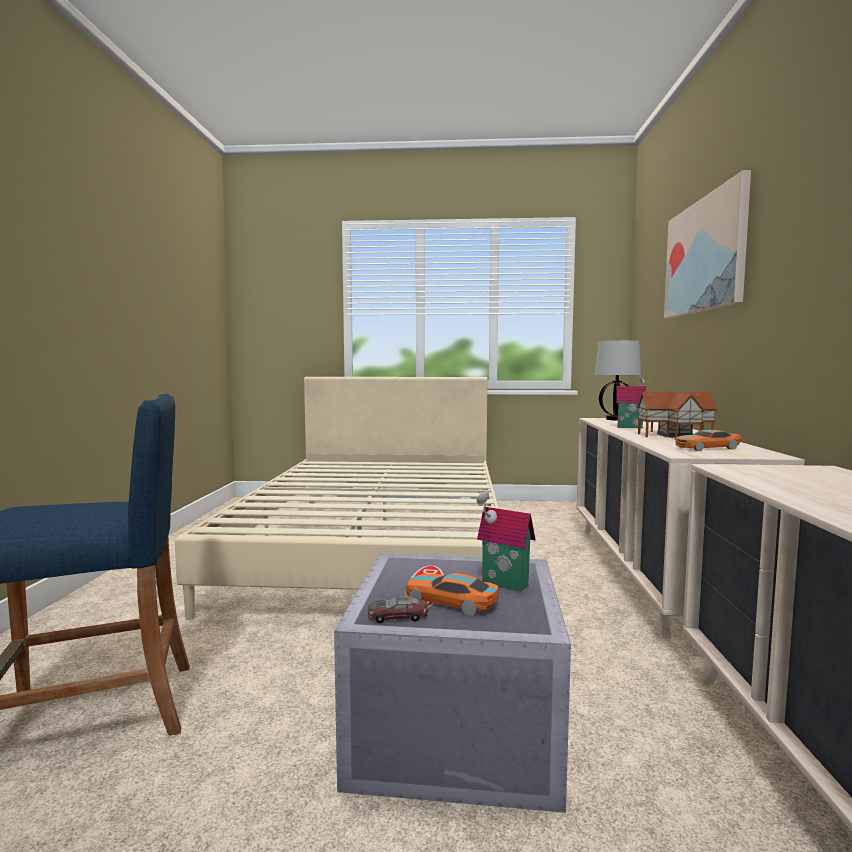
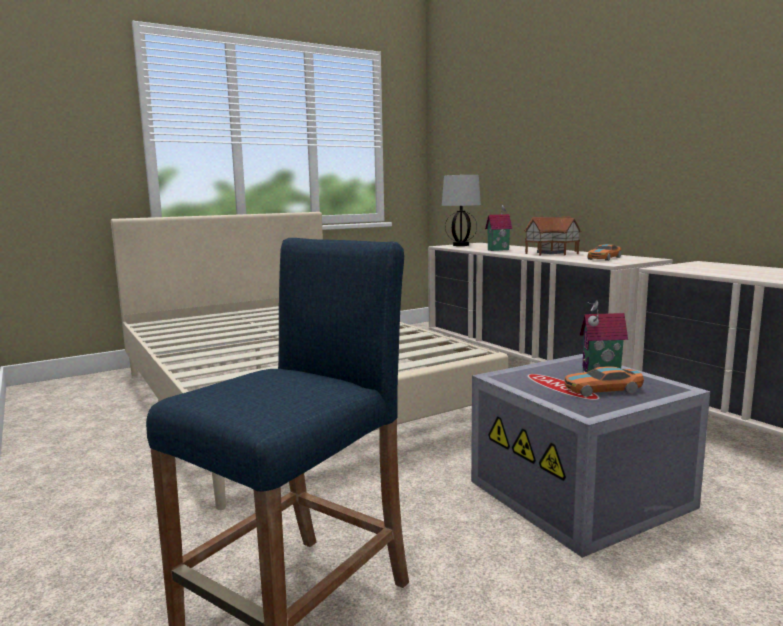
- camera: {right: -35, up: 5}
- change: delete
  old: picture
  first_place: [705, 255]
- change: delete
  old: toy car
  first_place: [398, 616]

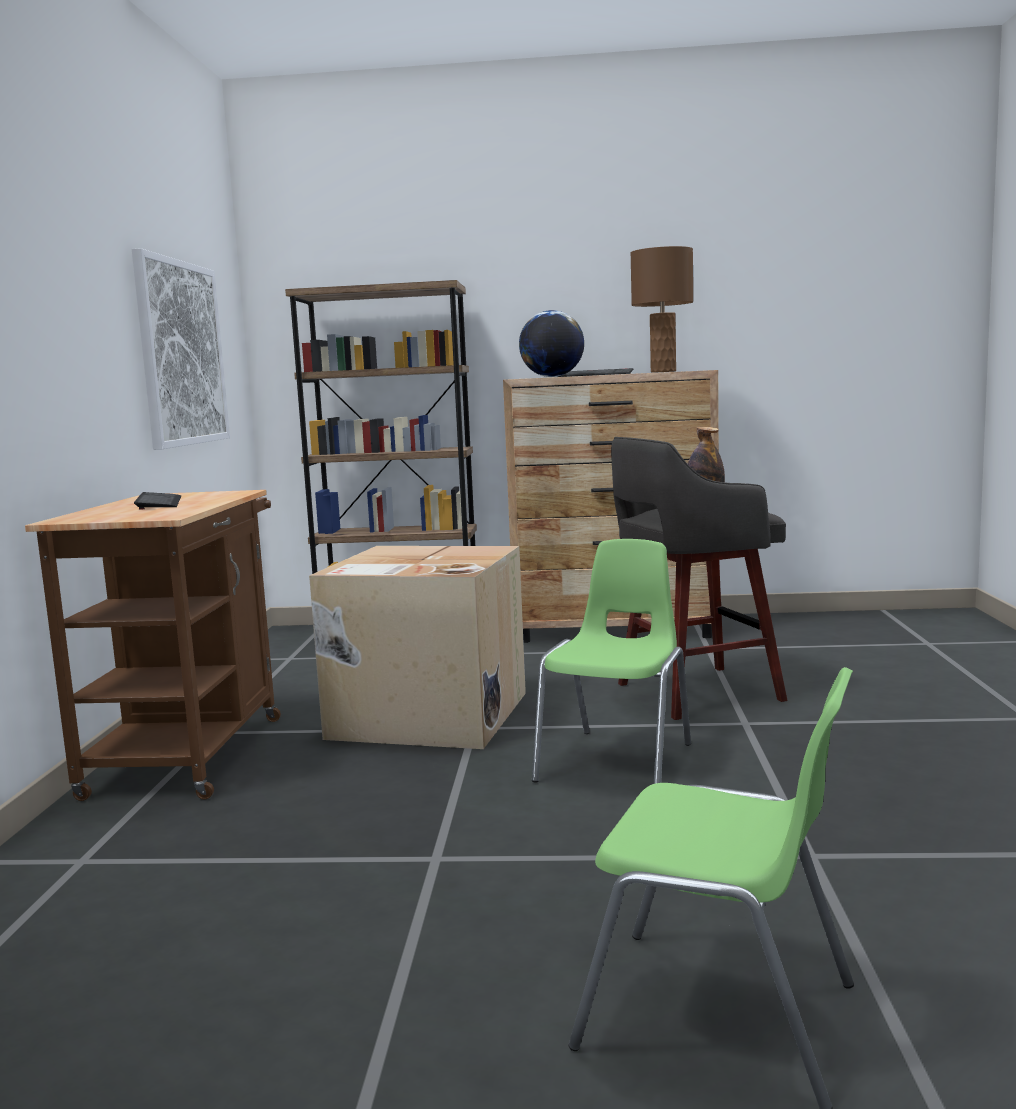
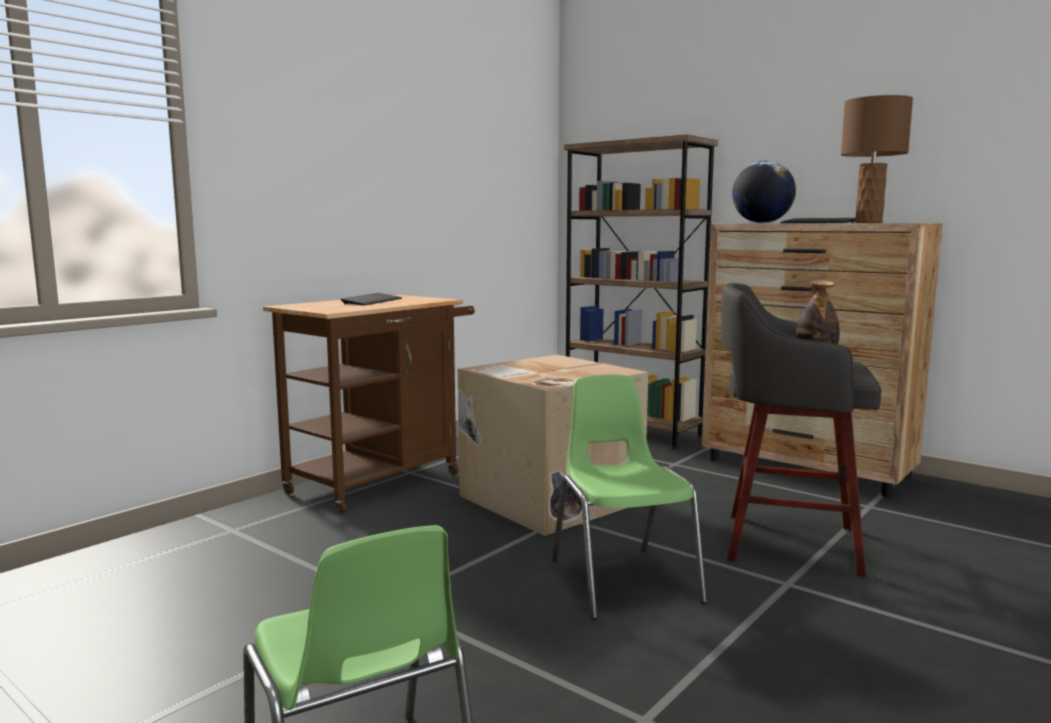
- camera: {right: 35, up: 0}
- change: delete
  old: picture
  first_place: [181, 353]
- change: rotate
  old: plain chair (green)
  first_place: [618, 762]
  second_place: [623, 579]
  degrees: -75

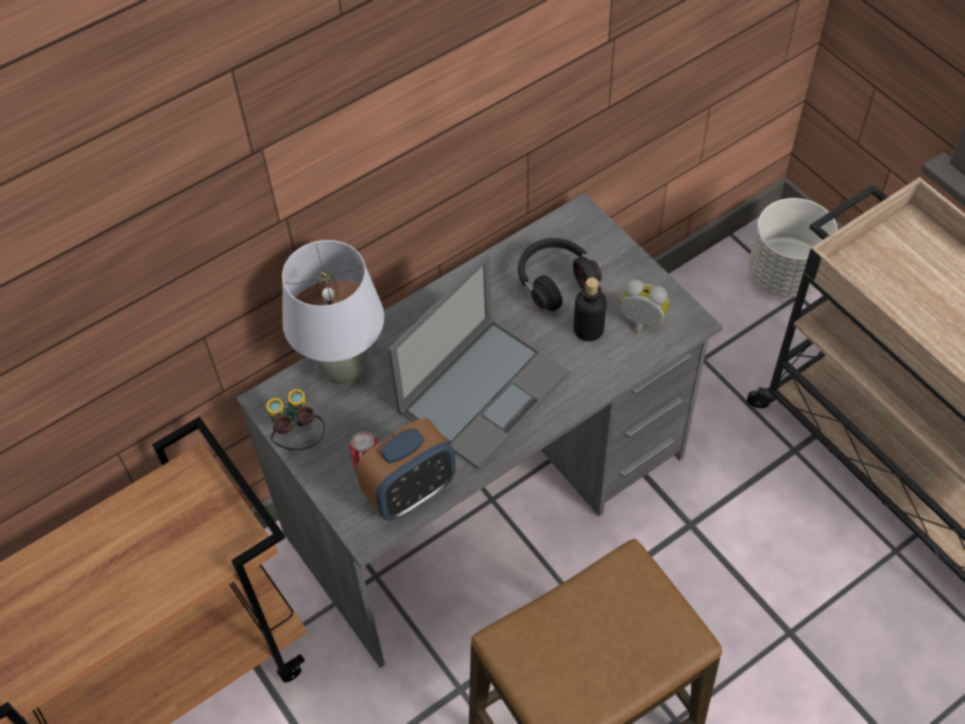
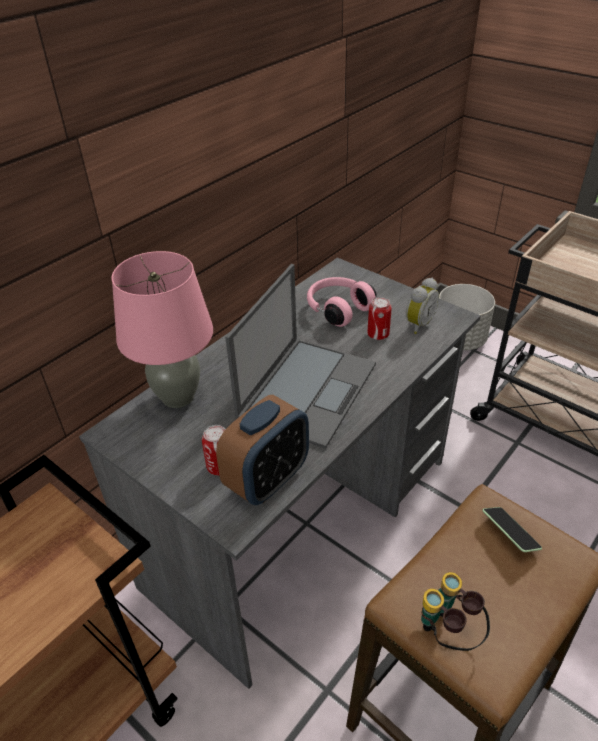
- camera: {right: -15, up: -15}
- change: recolor
  old: pair of headphones (blackish)
  new: pair of headphones (pink-coloured)
  first_place: [555, 281]
  second_place: [337, 309]
- change: recolor
  old: table lamp (greyish)
  new: table lamp (pink-coloured)
  first_place: [344, 371]
  second_place: [178, 397]
- change: replace
  old: beverage bottle
  new: can
  first_place: [588, 330]
  second_place: [378, 334]
- change: rotate
  old: table clock
  first_place: [641, 324]
  second_place: [417, 324]
  degrees: 120
- change: move
  old: pair of binoculars
  first_place: [298, 439]
  second_place: [448, 633]
- change: insert
  new: telephone
  second_place: [509, 534]

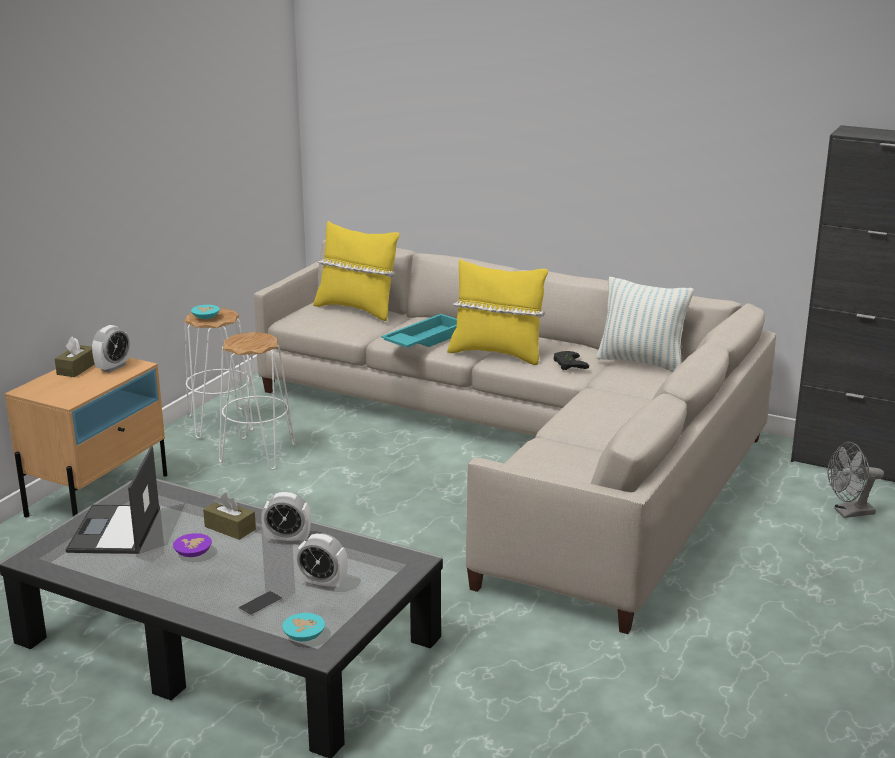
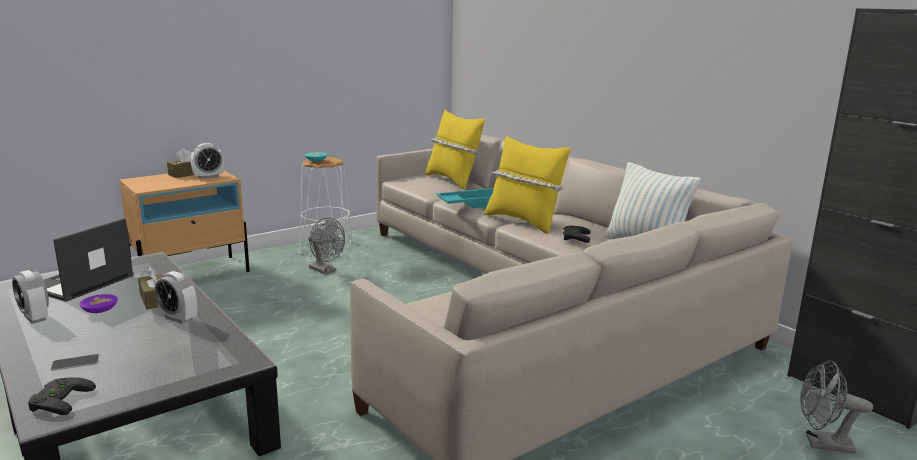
- camera: {right: 25, up: -5}
- change: replace
  old: stool seat (whitish)
  new: cooling fan (greyish)
  first_place: [258, 453]
  second_place: [326, 270]
- change: move
  old: table clock
  first_place: [322, 584]
  second_place: [35, 317]
- change: replace
  old: serving bowl (turquoise-coloured)
  new: game controller (blackish)
  first_place: [303, 635]
  second_place: [58, 400]

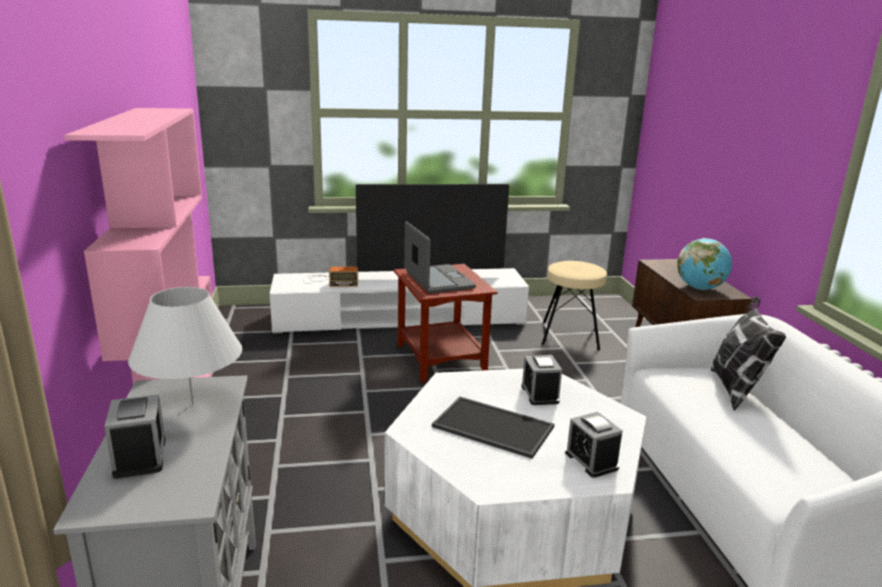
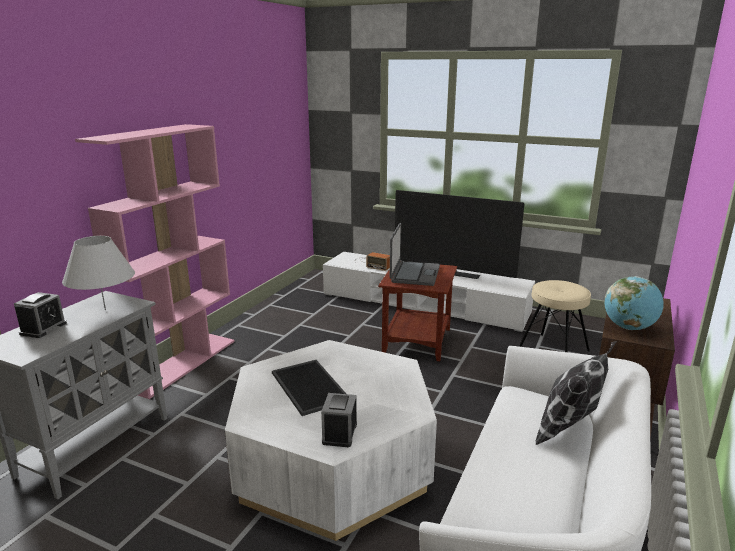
- camera: {right: 35, up: 0}
- change: delete
  old: table clock
  first_place: [540, 394]

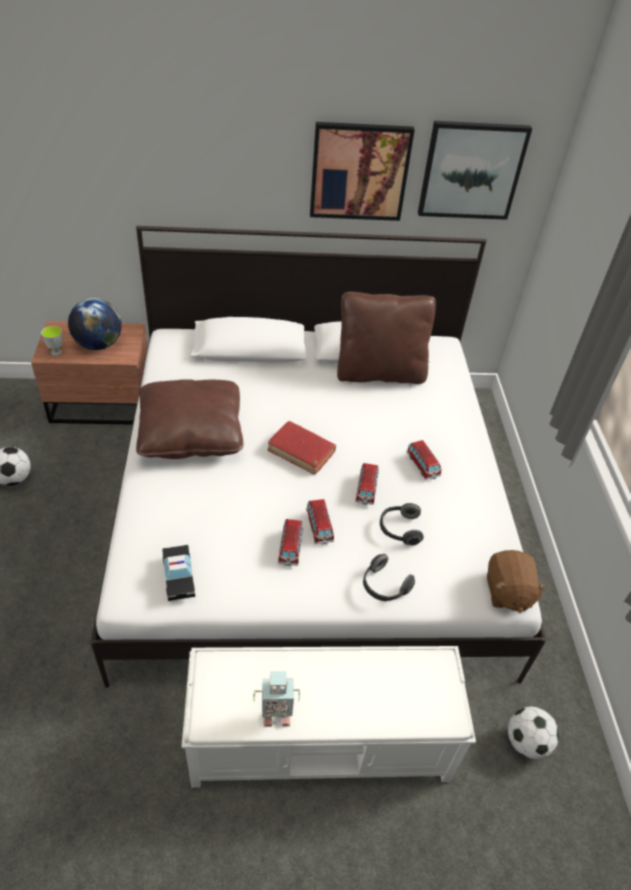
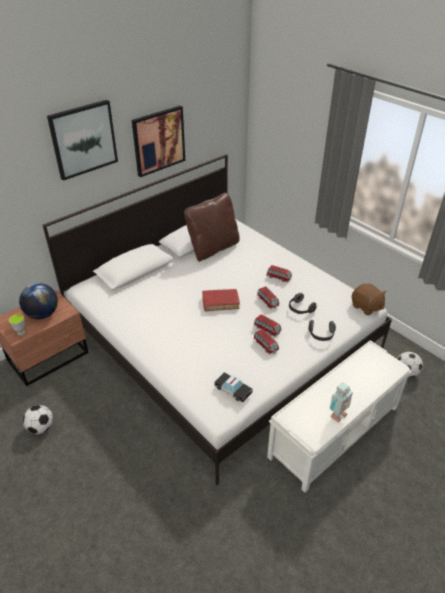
- camera: {right: -35, up: -5}
- change: move
  old: picture
  first_place: [471, 170]
  second_place: [83, 139]
- change: delete
  old: throw pillow (brown-coloured)
  first_place: [191, 433]

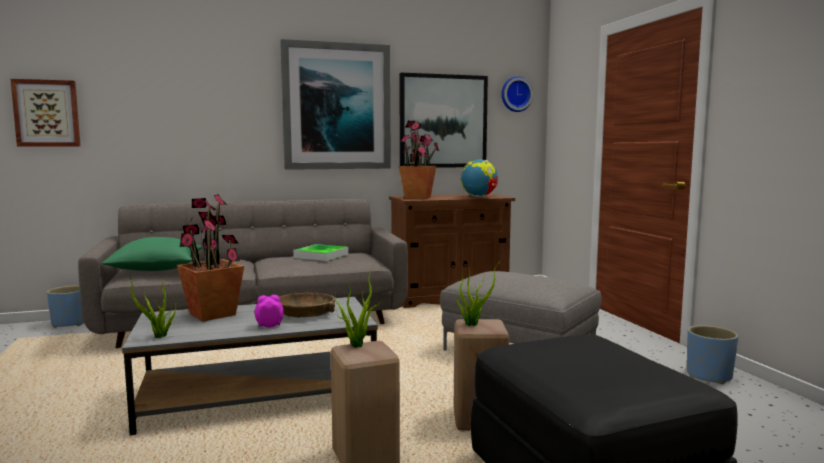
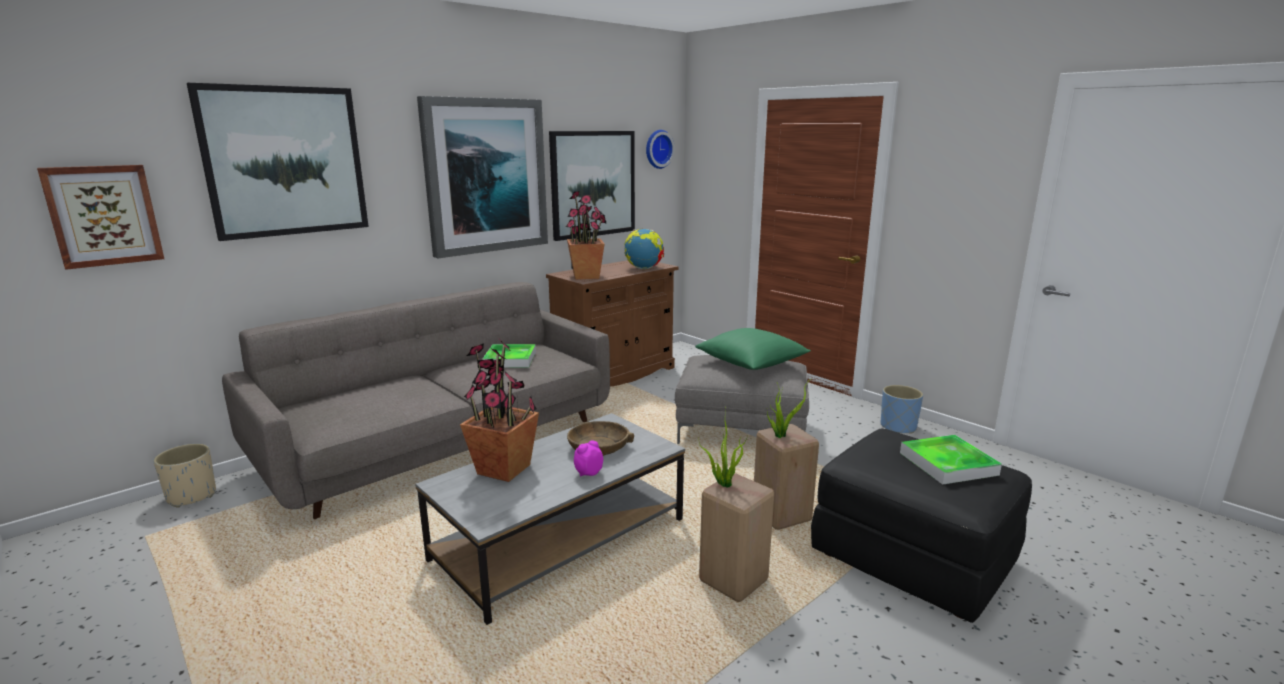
- camera: {right: -25, up: 10}
- change: move
  old: throw pillow (green)
  first_place: [156, 269]
  second_place: [751, 363]
- change: delete
  old: potted plant
  first_place: [159, 337]
- change: recolor
  old: flower pot (bluish)
  new: flower pot (beige)
  first_place: [70, 323]
  second_place: [192, 496]
- change: insert
  new: picture
  second_place: [285, 161]
- change: insert
  new: carrying tray
  second_place: [948, 464]

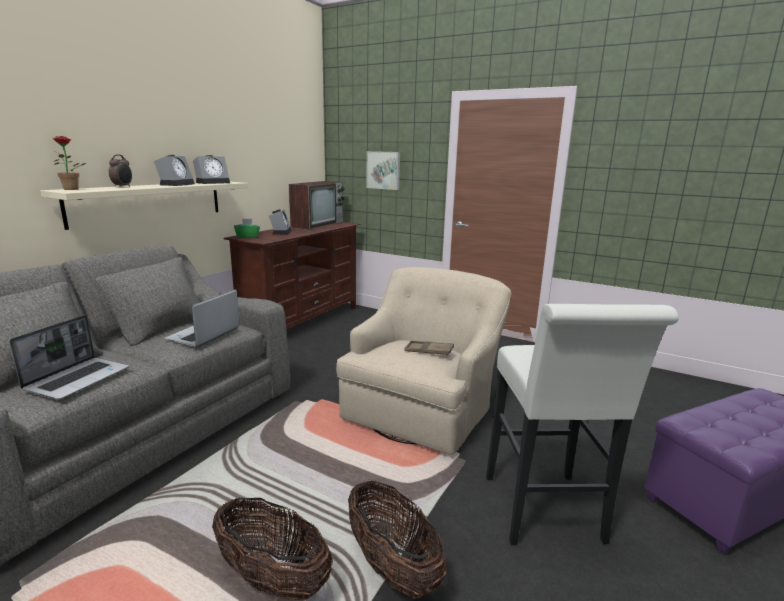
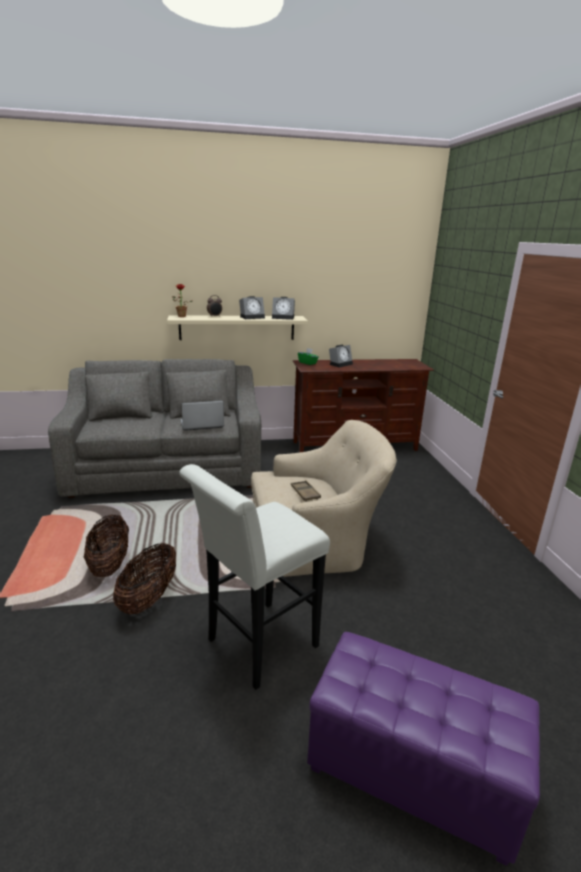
- camera: {right: 50, up: 5}
- change: delete
  old: picture
  first_place: [384, 170]
- change: delete
  old: television
  first_place: [318, 224]
- change: delete
  old: notebook computer
  first_place: [78, 379]

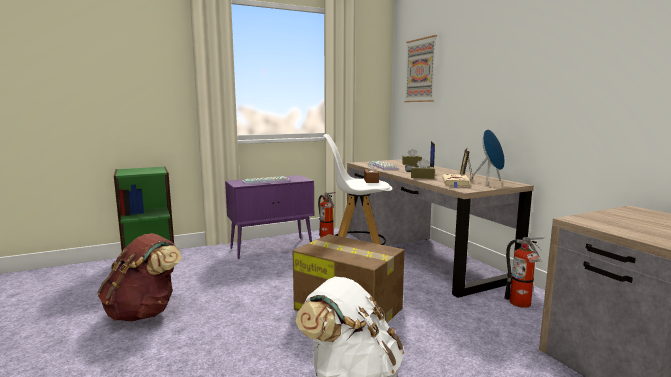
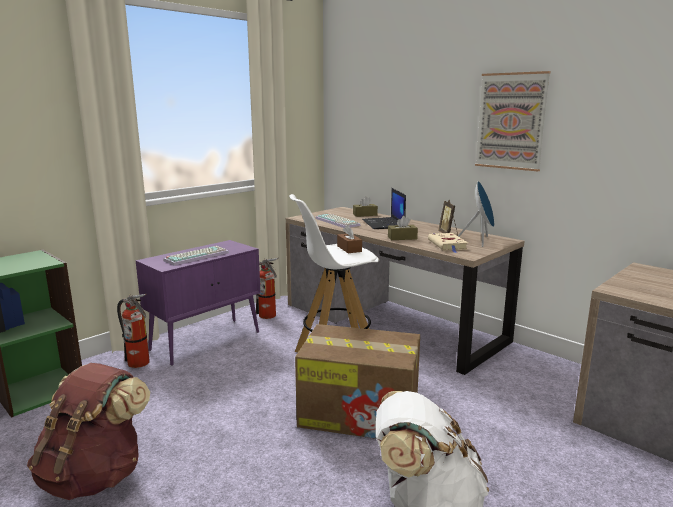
- camera: {right: -20, up: 5}
- change: move
  old: picture
  first_place: [420, 70]
  second_place: [511, 121]
- change: move
  old: fire-fighting cylinder
  first_place: [522, 304]
  second_place: [139, 364]

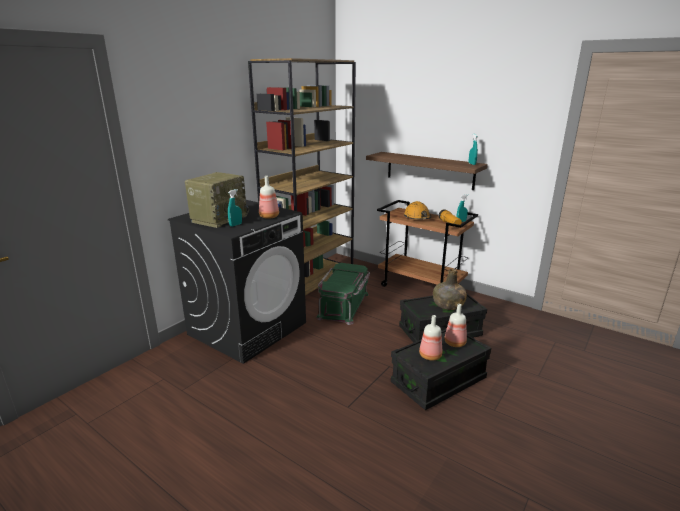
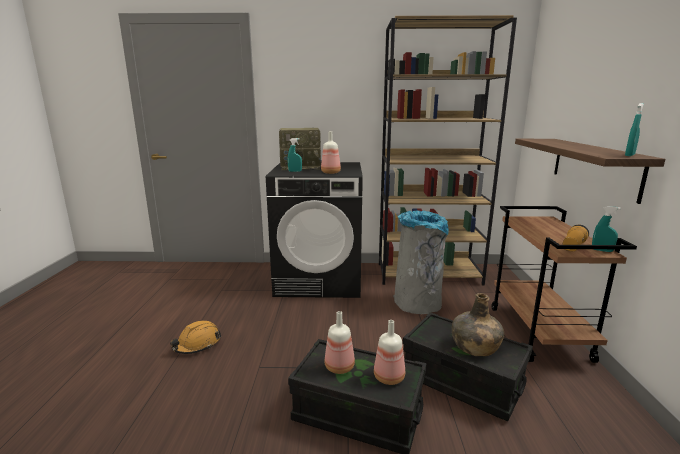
- camera: {right: 55, up: -5}
- change: move
  old: safety helmet (orange-coloured)
  first_place: [417, 218]
  second_place: [197, 344]
- change: replace
  old: storage box (green)
  new: trash can (greyish)
  first_place: [344, 306]
  second_place: [417, 304]

